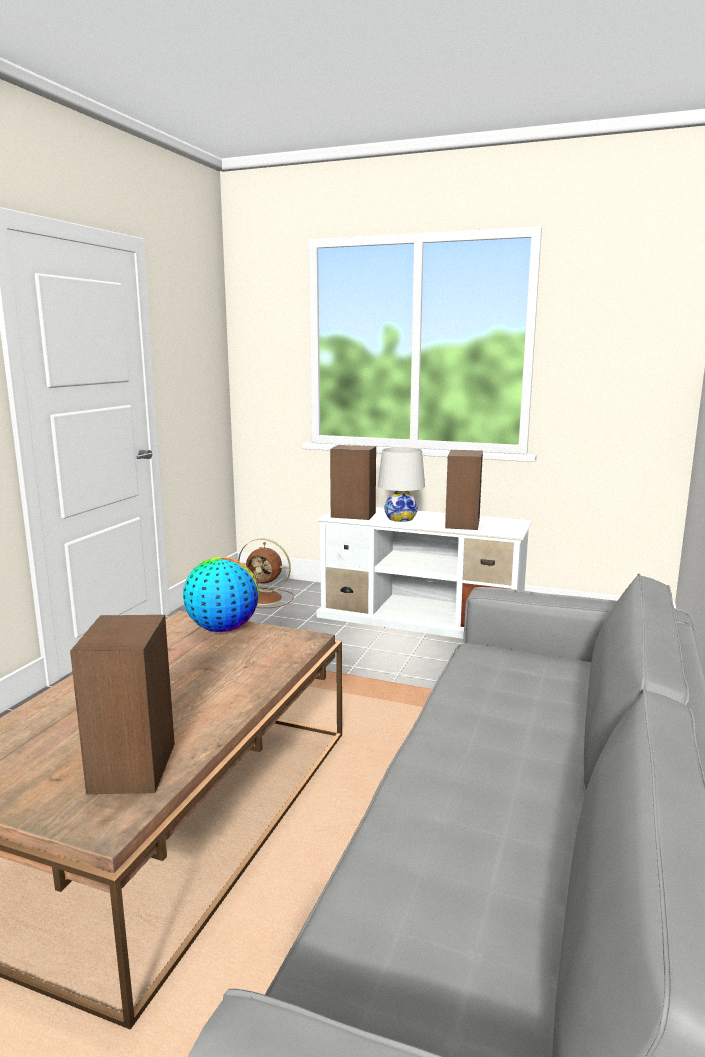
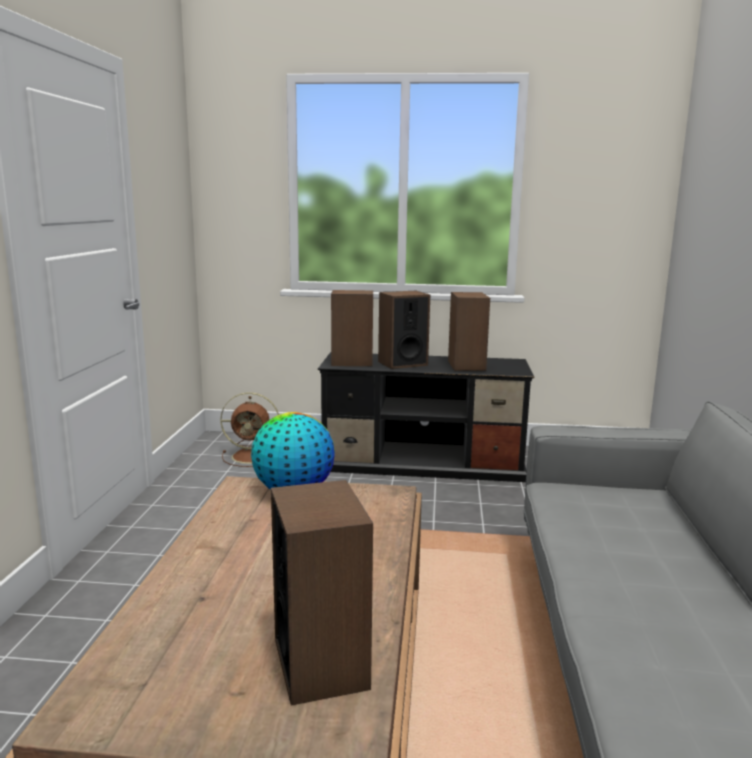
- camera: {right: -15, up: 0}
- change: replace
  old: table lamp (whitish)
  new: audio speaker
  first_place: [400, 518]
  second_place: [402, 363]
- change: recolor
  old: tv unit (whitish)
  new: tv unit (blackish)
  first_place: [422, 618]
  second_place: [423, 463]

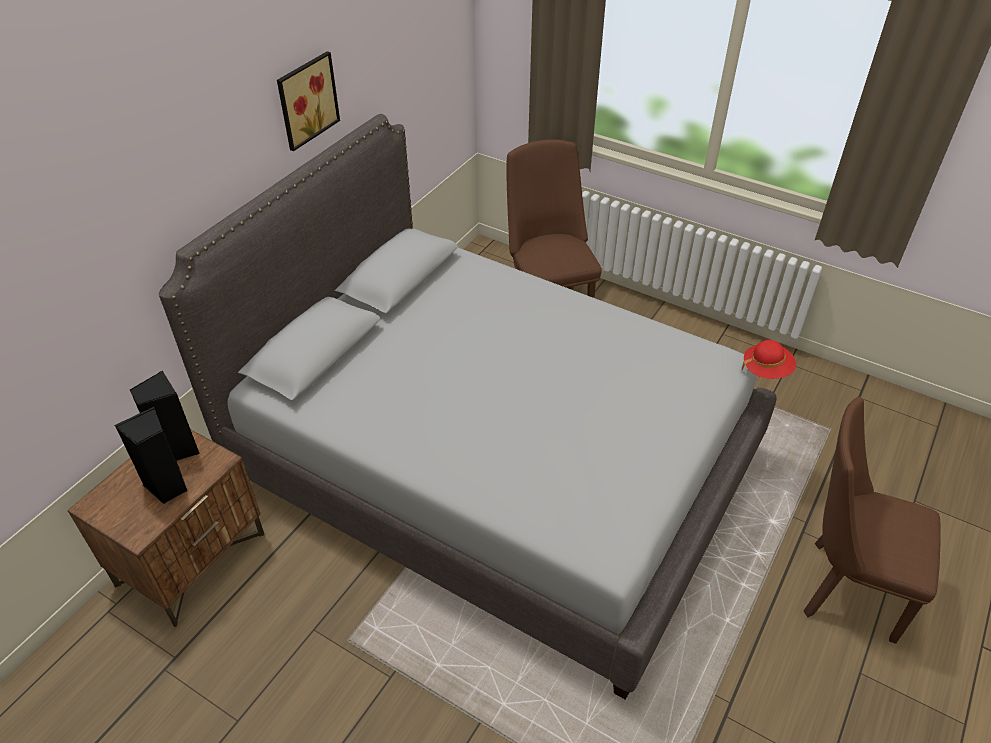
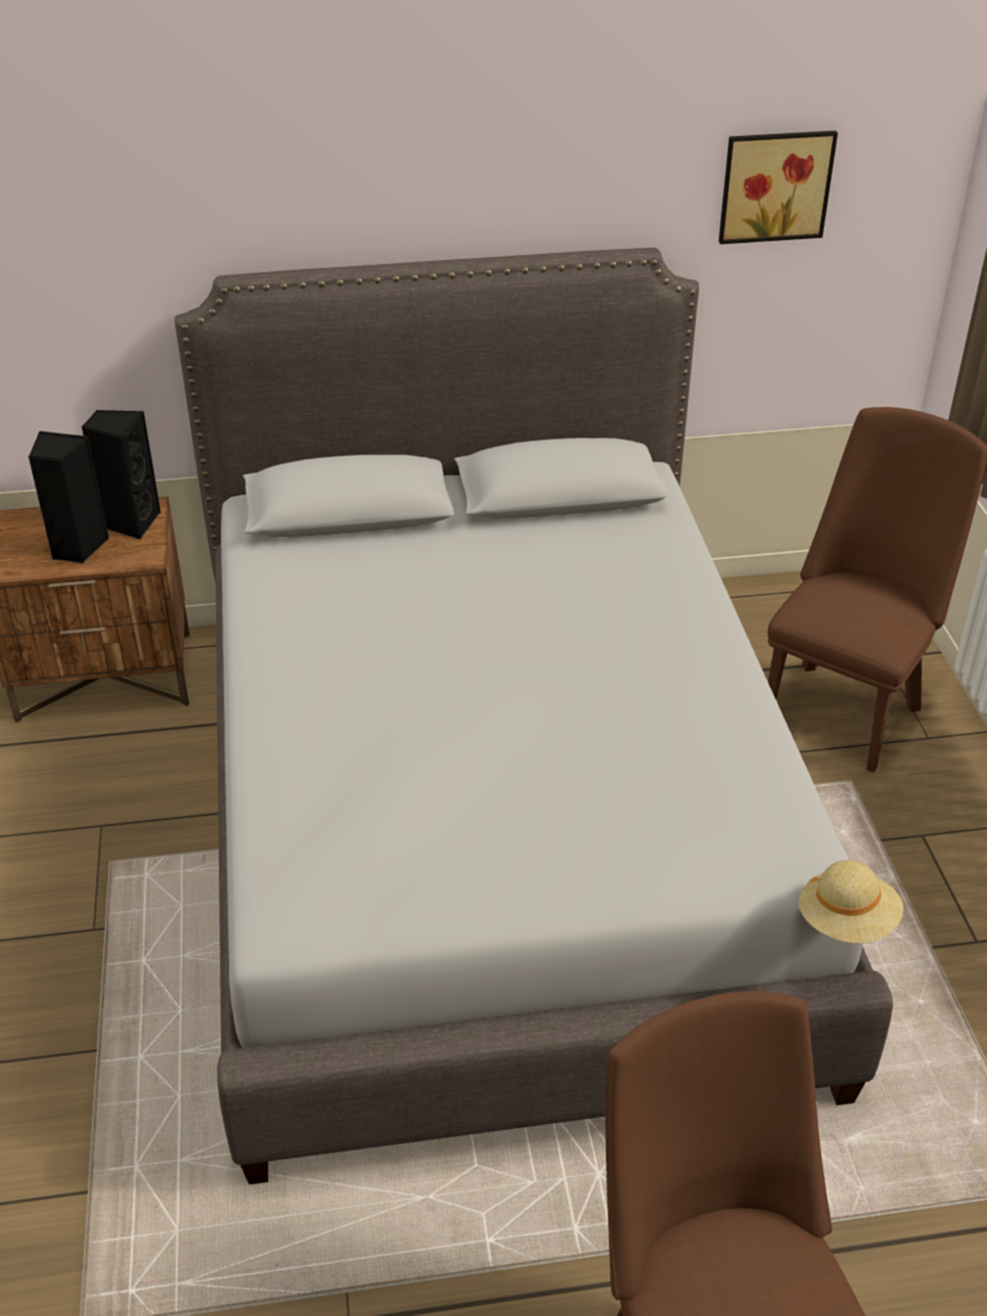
- camera: {right: 50, up: -5}
- change: move
  old: picture
  first_place: [305, 100]
  second_place: [774, 185]
- change: recolor
  old: wearable hat (red)
  new: wearable hat (beige)
  first_place: [766, 370]
  second_place: [847, 922]

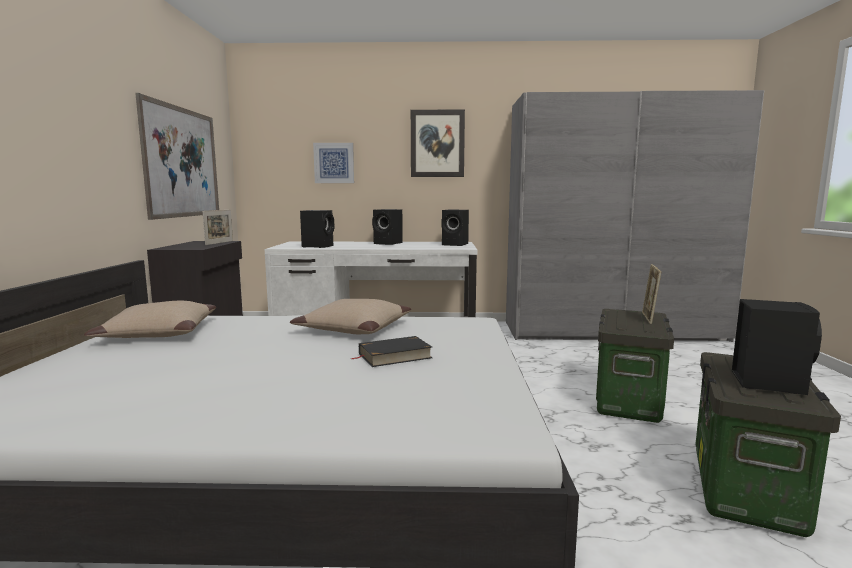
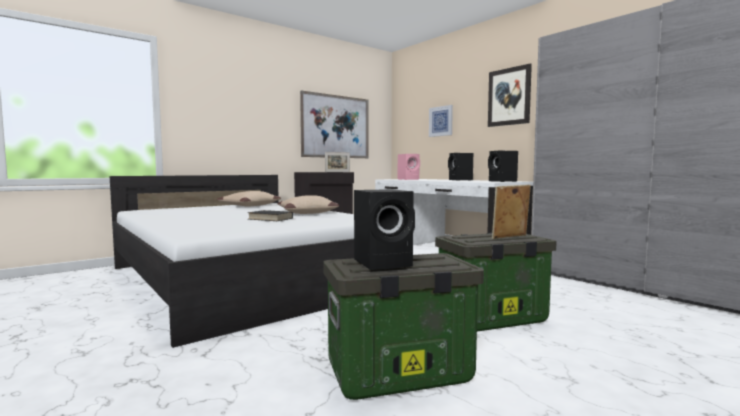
- camera: {right: 50, up: -5}
- change: recolor
  old: audio speaker (blackish)
  new: audio speaker (pink-coloured)
  first_place: [318, 246]
  second_place: [409, 179]

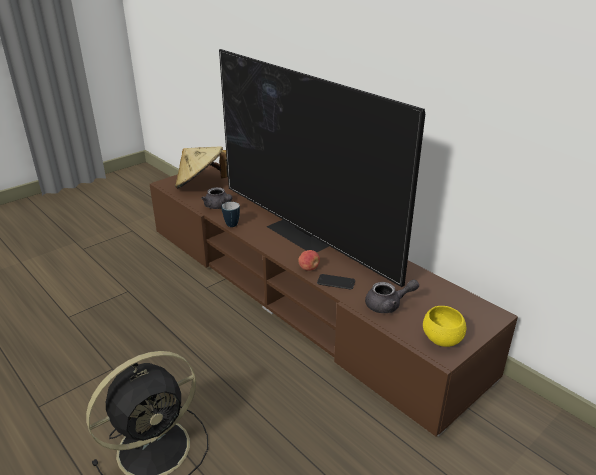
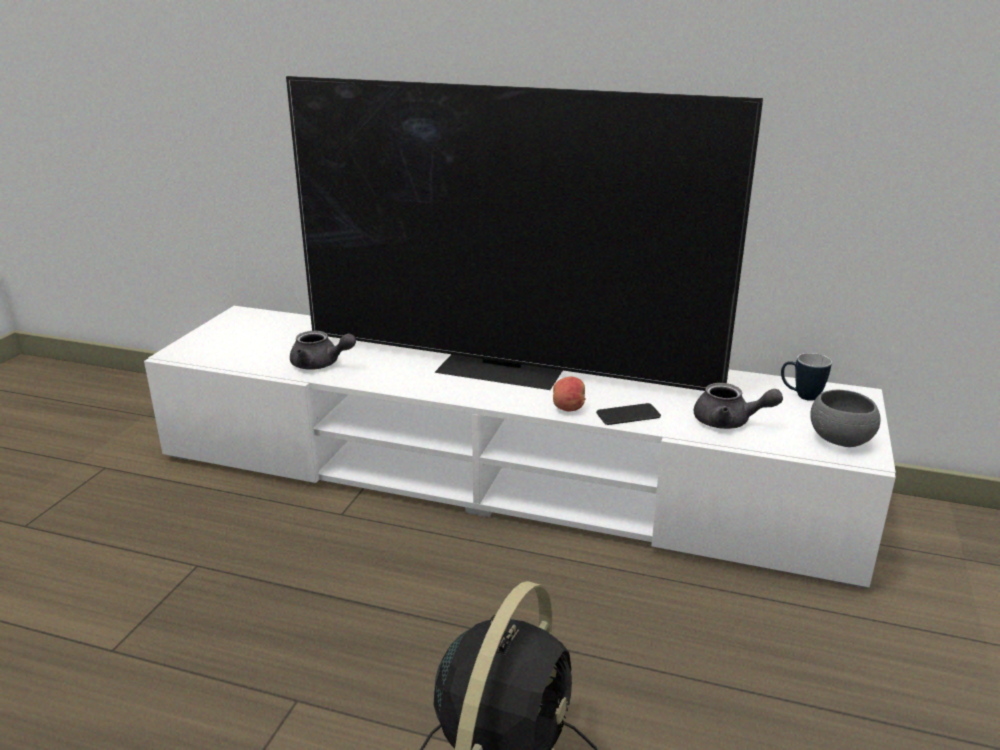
- camera: {right: -30, up: -5}
- change: delete
  old: wearable hat (beige)
  first_place: [201, 184]
- change: recolor
  old: tv unit (brown-coloured)
  new: tv unit (whitish)
  first_place: [298, 294]
  second_place: [501, 477]
- change: move
  old: mug
  first_place: [229, 223]
  second_place: [801, 396]
- change: rotate
  old: tea pot (greyish)
  first_place: [388, 305]
  second_place: [729, 422]
  degrees: 60
- change: recolor
  old: serving bowl (yellow-coloured)
  new: serving bowl (greyish)
  first_place: [442, 339]
  second_place: [840, 440]

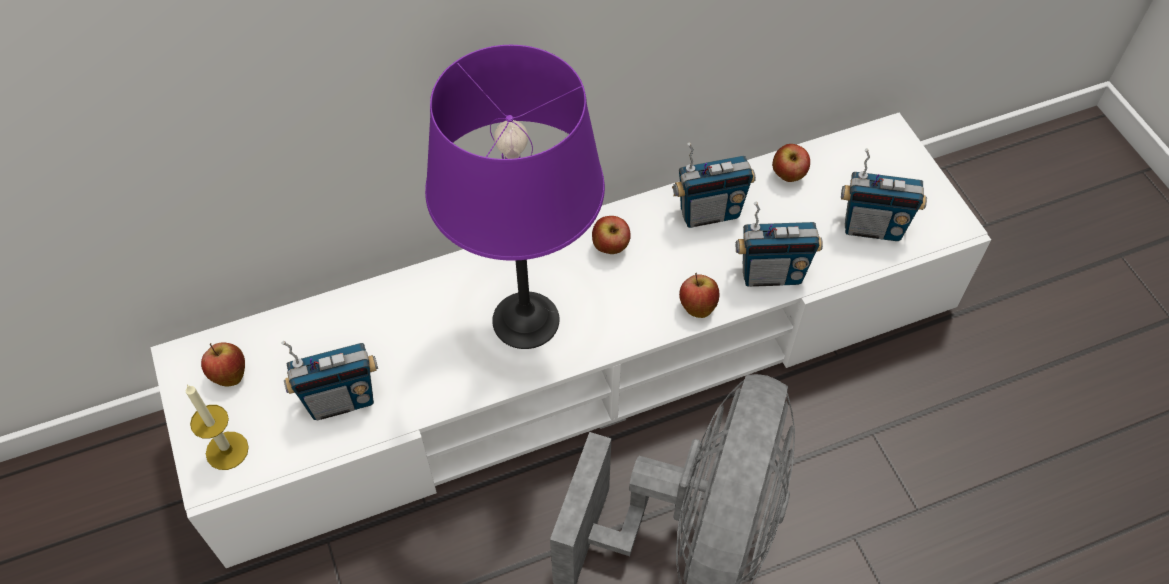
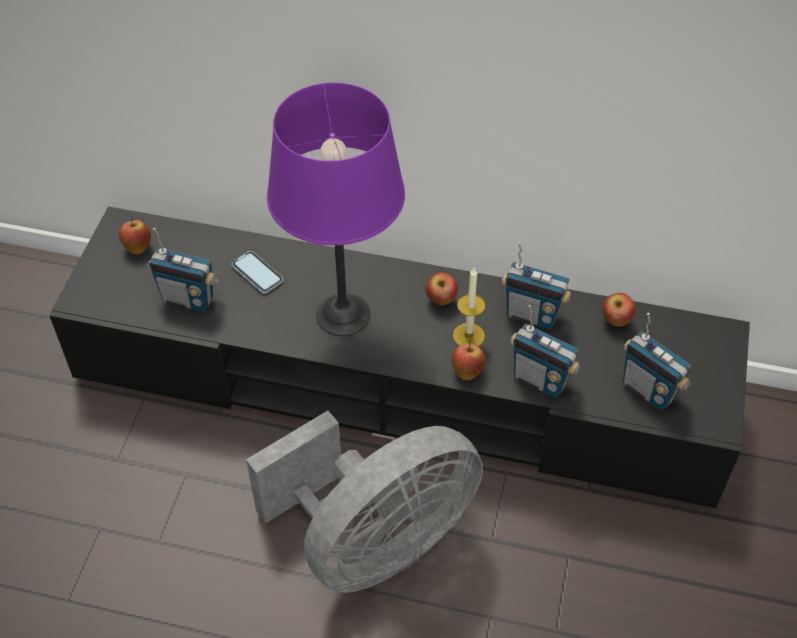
- camera: {right: 35, up: -5}
- change: recolor
  old: tv unit (whitish)
  new: tv unit (blackish)
  first_place: [586, 360]
  second_place: [400, 384]
- change: move
  old: candle
  first_place: [227, 450]
  second_place: [468, 335]
- change: insert
  new: telephone
  second_place: [257, 273]

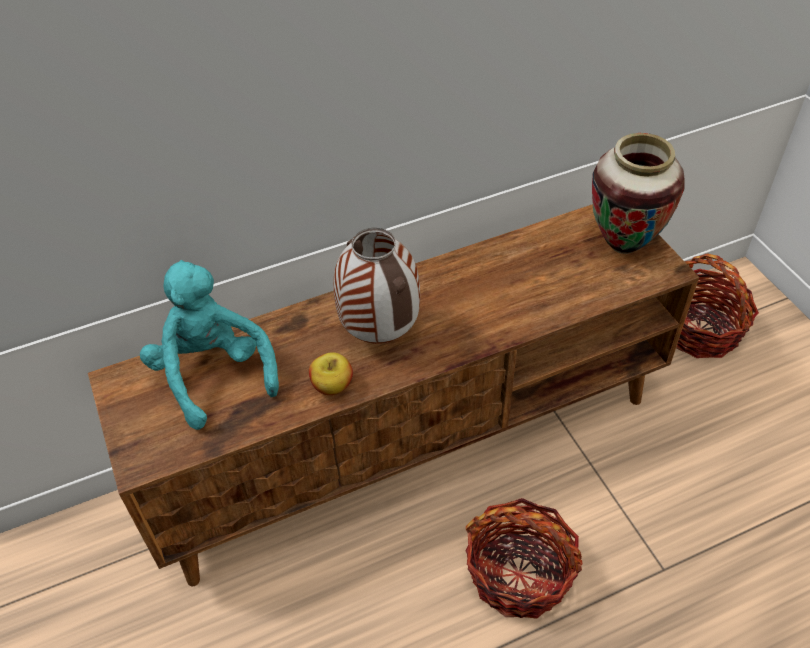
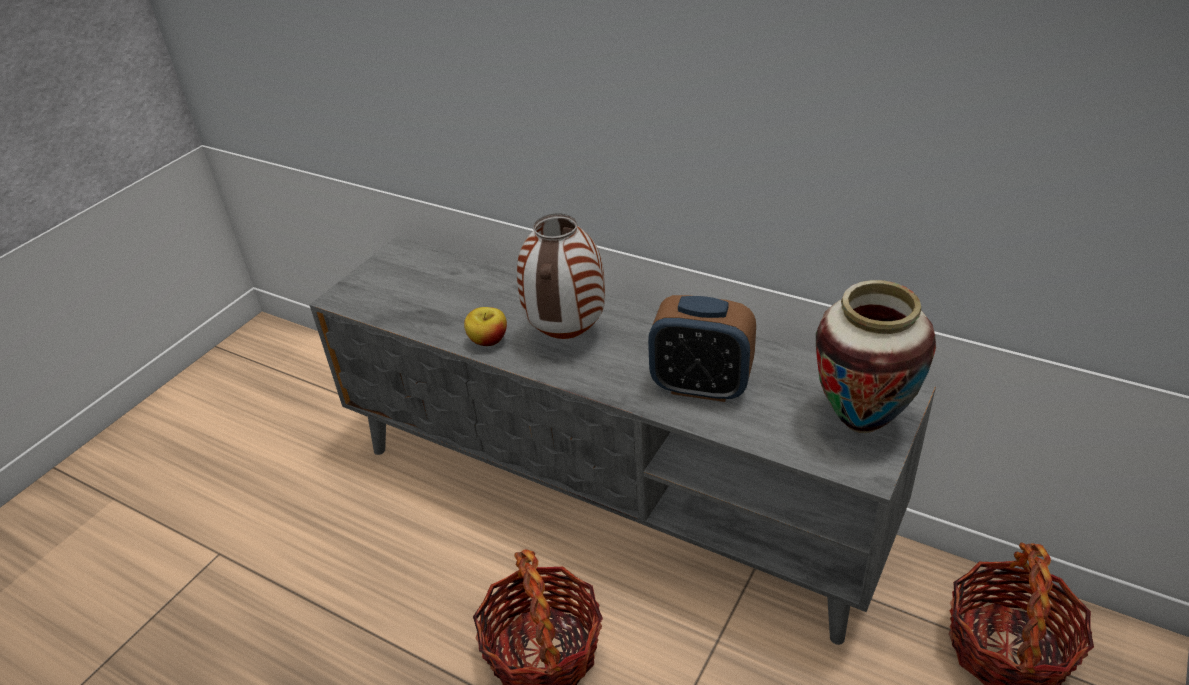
- camera: {right: 55, up: -10}
- change: recolor
  old: tv unit (brown-coloured)
  new: tv unit (greyish)
  first_place: [410, 443]
  second_place: [610, 495]
- change: delete
  old: soft toy (turquoise-coloured)
  first_place: [213, 373]
- change: insert
  new: table clock
  second_place: [701, 386]

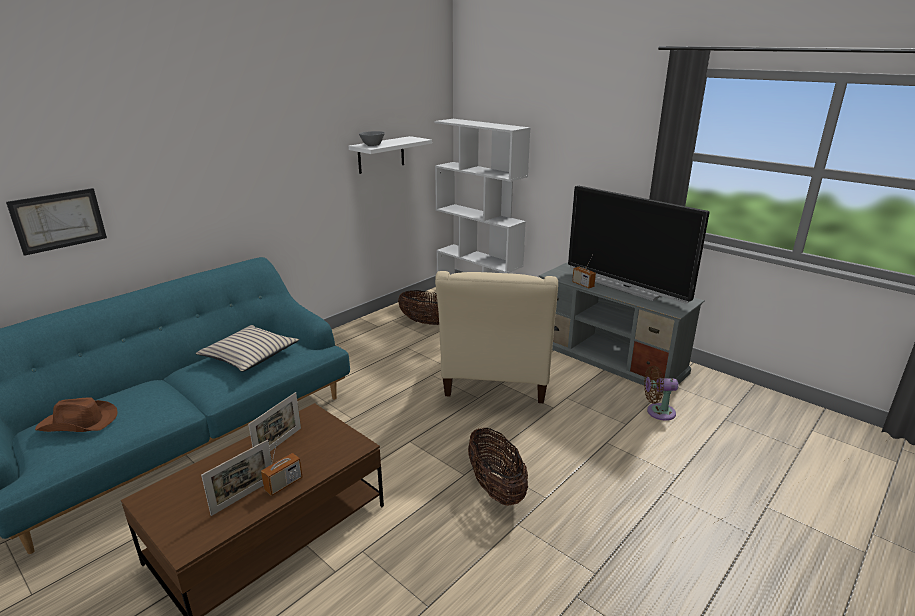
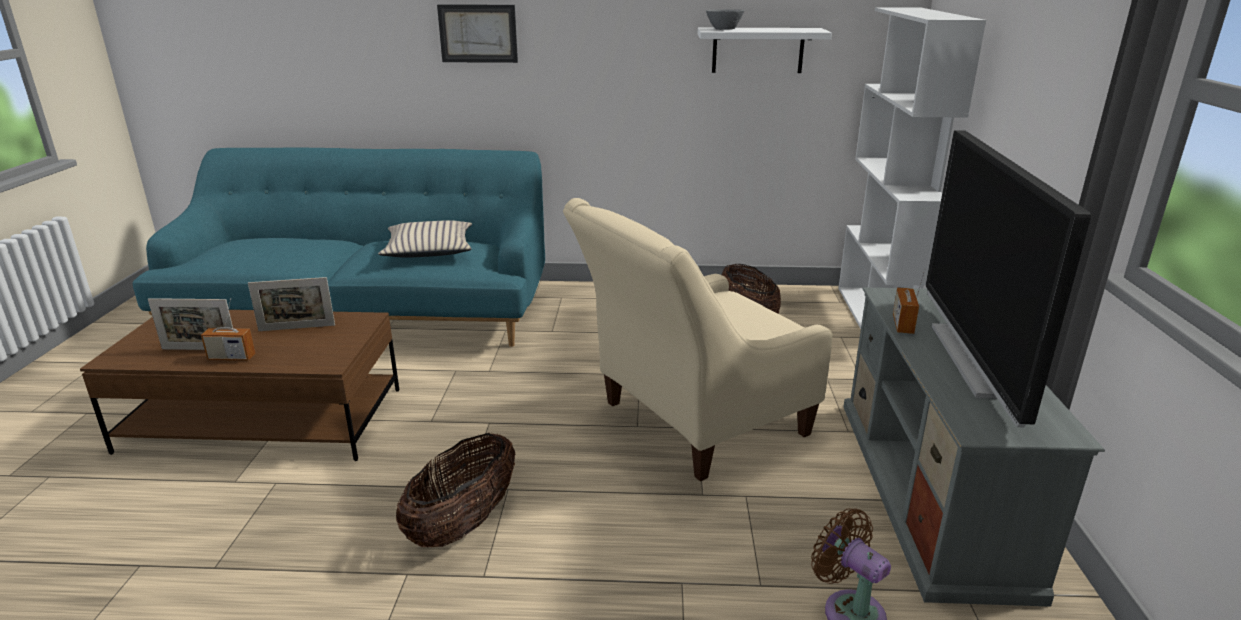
- camera: {right: 50, up: 0}
- change: move
  old: picture
  first_place: [59, 220]
  second_place: [478, 33]
- change: delete
  old: wearable hat (brown-coloured)
  first_place: [79, 423]

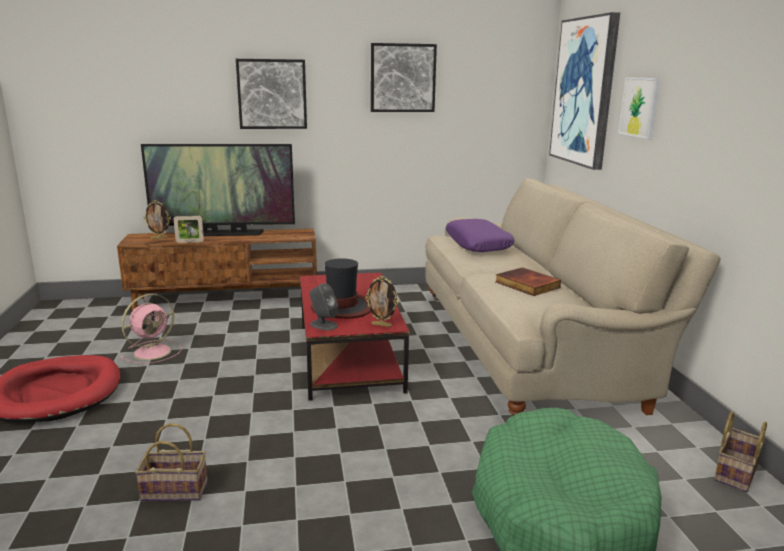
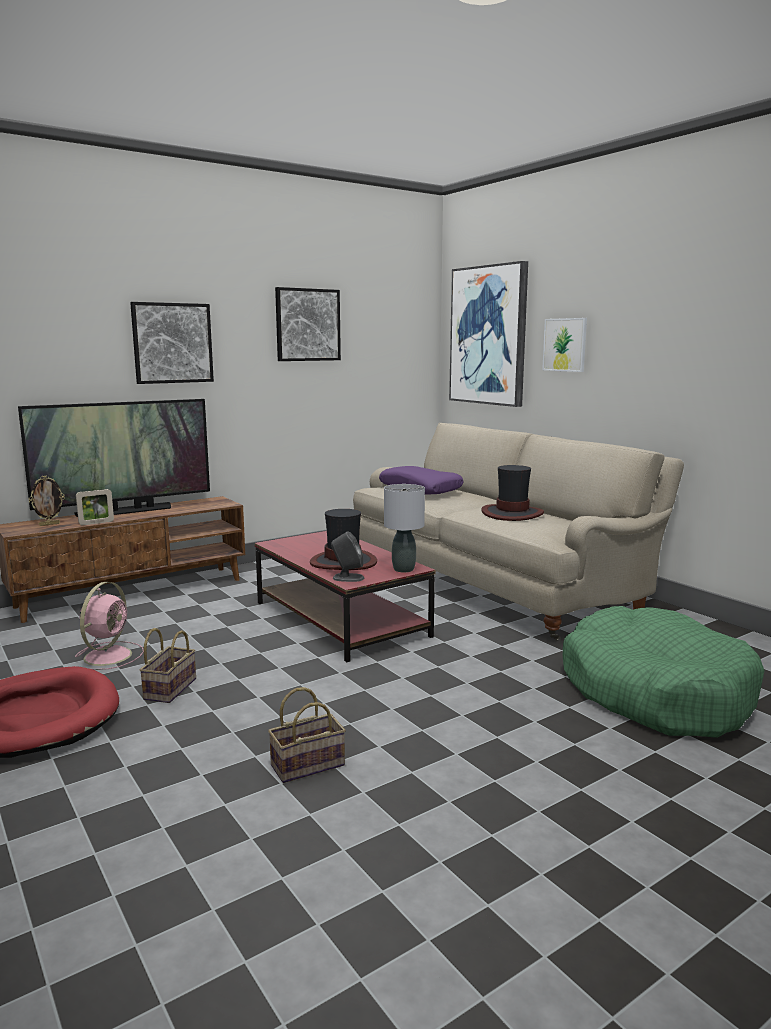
- camera: {right: -25, up: -5}
- change: replace
  old: book
  new: wearable hat
  first_place: [526, 285]
  second_place: [512, 513]
- change: replace
  old: photo frame
  new: table lamp (greyish)
  first_place: [382, 325]
  second_place: [404, 569]
- change: move
  old: basket
  first_place: [735, 472]
  second_place: [170, 688]

